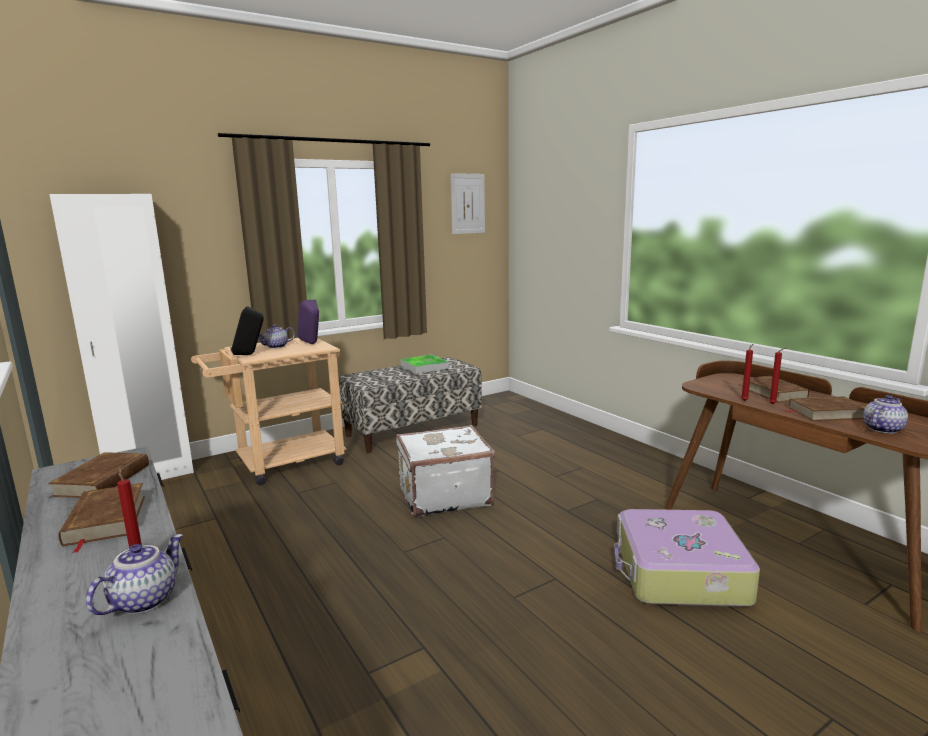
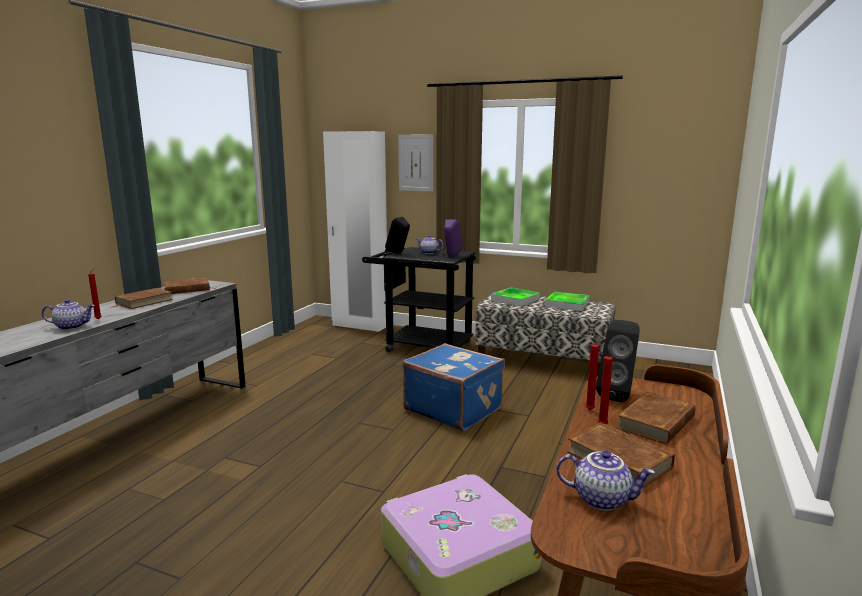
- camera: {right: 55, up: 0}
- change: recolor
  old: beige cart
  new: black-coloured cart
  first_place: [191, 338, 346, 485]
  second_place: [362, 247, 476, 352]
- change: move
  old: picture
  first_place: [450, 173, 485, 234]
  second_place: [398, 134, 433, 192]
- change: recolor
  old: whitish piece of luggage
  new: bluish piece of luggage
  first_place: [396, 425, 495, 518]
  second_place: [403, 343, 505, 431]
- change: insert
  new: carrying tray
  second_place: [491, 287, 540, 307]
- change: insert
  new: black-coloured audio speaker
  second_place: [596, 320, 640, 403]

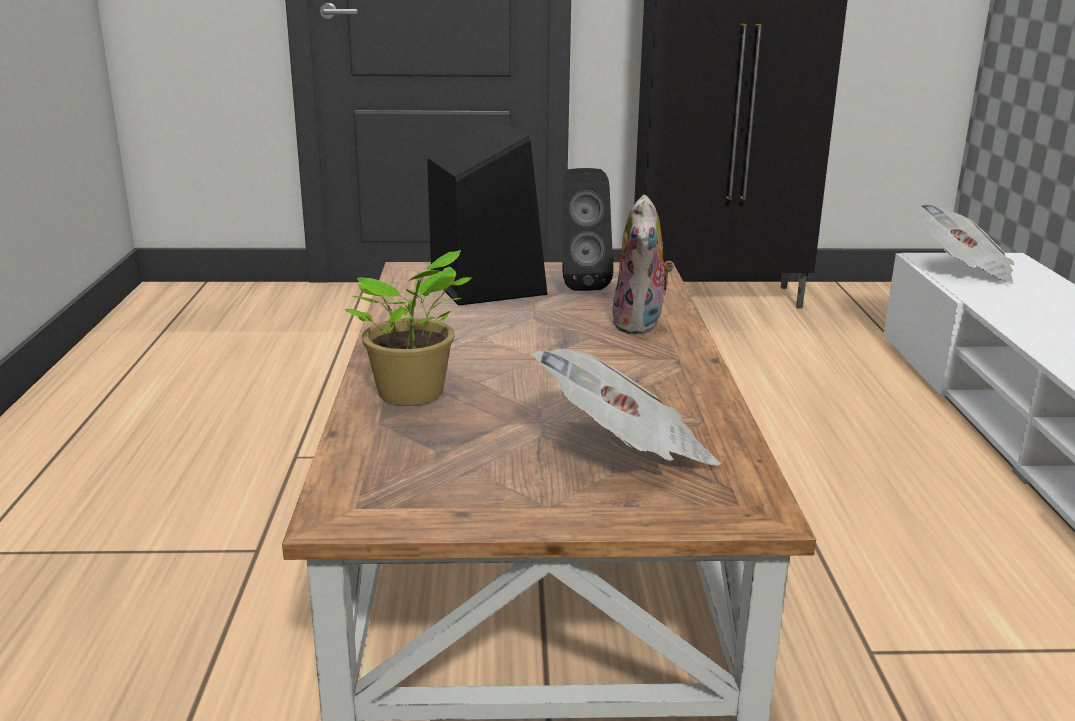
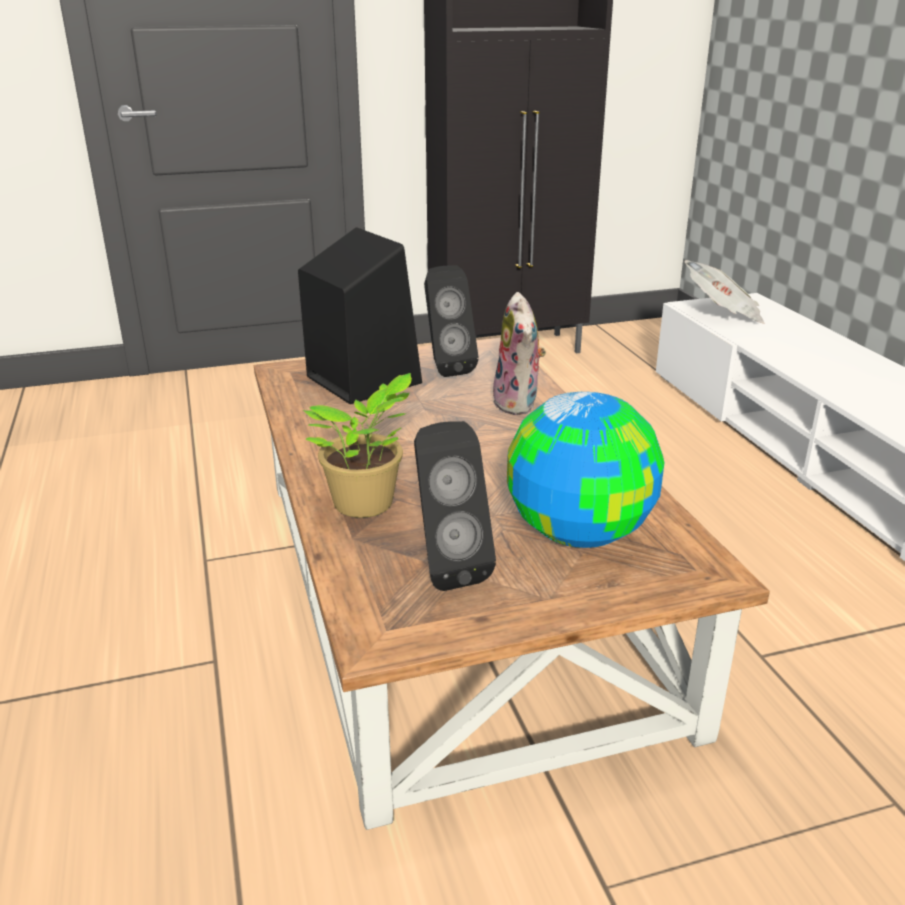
- camera: {right: -15, up: 5}
- change: insert
  new: black-coloured audio speaker
  second_place: [414, 421, 496, 591]
- change: replace
  old: daily paper
  new: desk globe
  first_place: [533, 348, 721, 466]
  second_place: [507, 392, 665, 548]

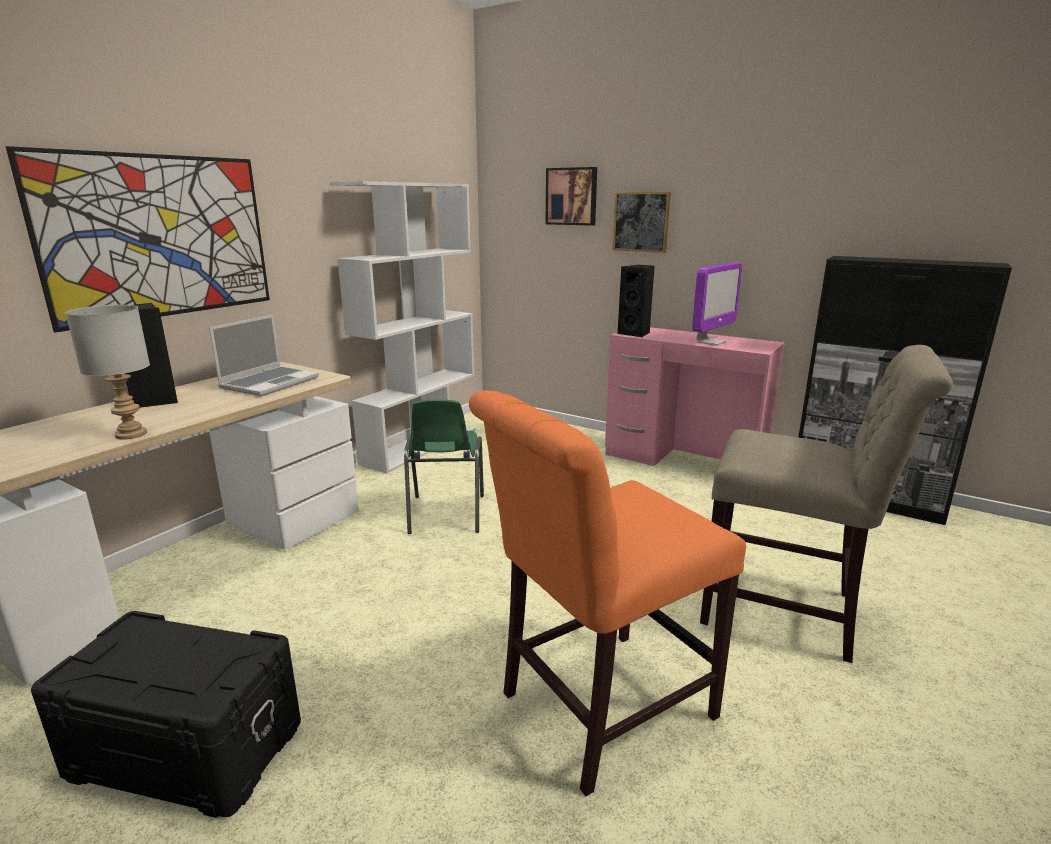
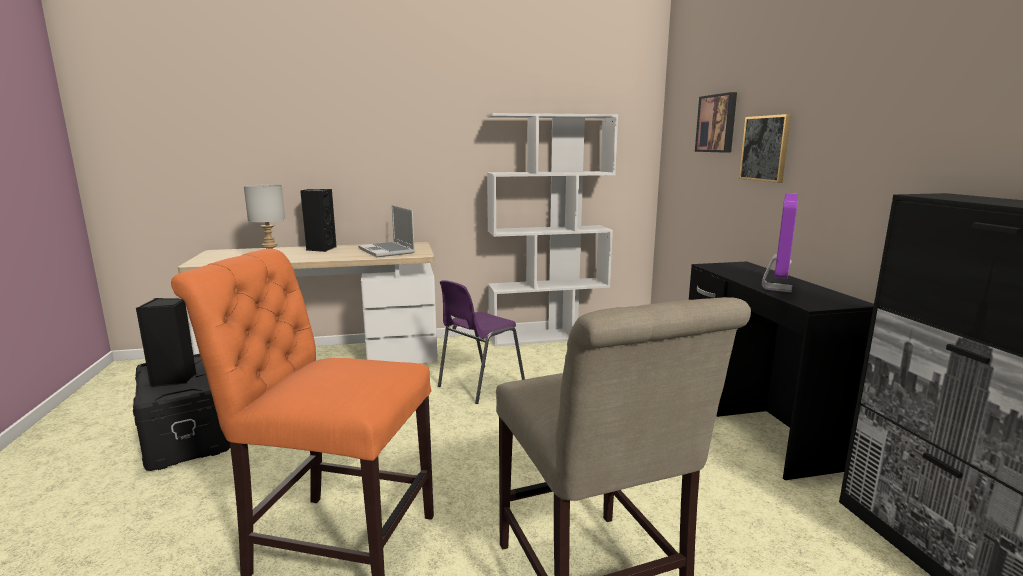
- camera: {right: 45, up: -5}
- change: move
  old: black-coloured audio speaker
  first_place: [617, 265, 654, 337]
  second_place: [136, 298, 197, 387]
- change: rotate
  old: portable computer
  first_place: [209, 315, 319, 396]
  second_place: [358, 205, 415, 257]
  degrees: 75
- change: recolor
  old: green plain chair
  new: purple-coloured plain chair
  first_place: [404, 400, 484, 534]
  second_place: [438, 280, 525, 404]
- change: recolor
  old: pinkish desk table
  new: black-coloured desk table
  first_place: [605, 327, 785, 466]
  second_place: [689, 261, 874, 480]
- change: rotate
  old: computer screen
  first_place: [692, 263, 742, 346]
  second_place: [762, 193, 798, 292]
  degrees: -60
- change: delete
  old: picture
  first_place: [6, 146, 270, 333]

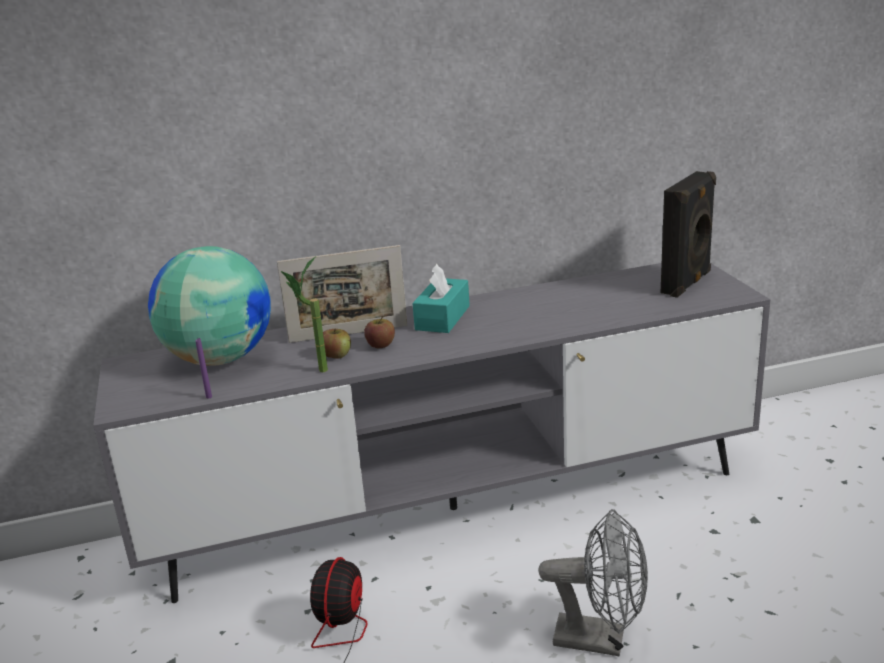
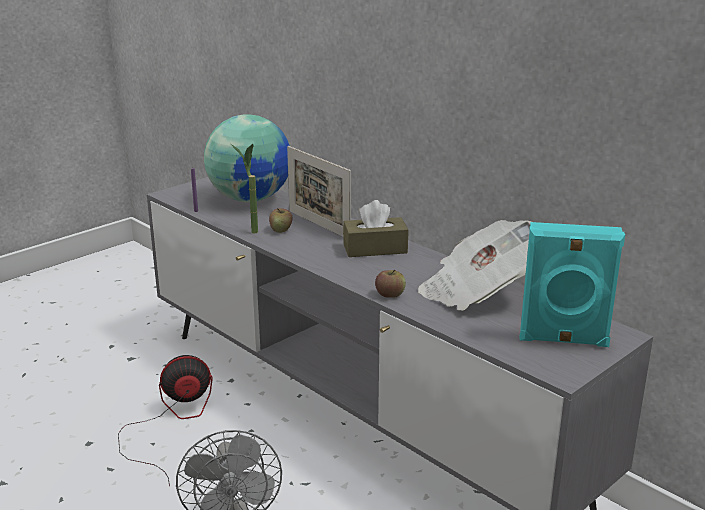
- camera: {right: 60, up: 0}
- change: recolor
  old: blue-green tissue box
  new: brown-coloured tissue box
  first_place: [412, 264, 470, 333]
  second_place: [343, 200, 408, 257]
- change: move
  old: apple fruit
  first_place: [364, 316, 395, 348]
  second_place: [375, 270, 406, 298]
- change: insert
  new: daily paper
  second_place: [418, 220, 532, 311]
- change: recolor
  old: black-coloured audio speaker
  new: blue-green audio speaker
  first_place: [660, 171, 716, 298]
  second_place: [520, 222, 625, 347]

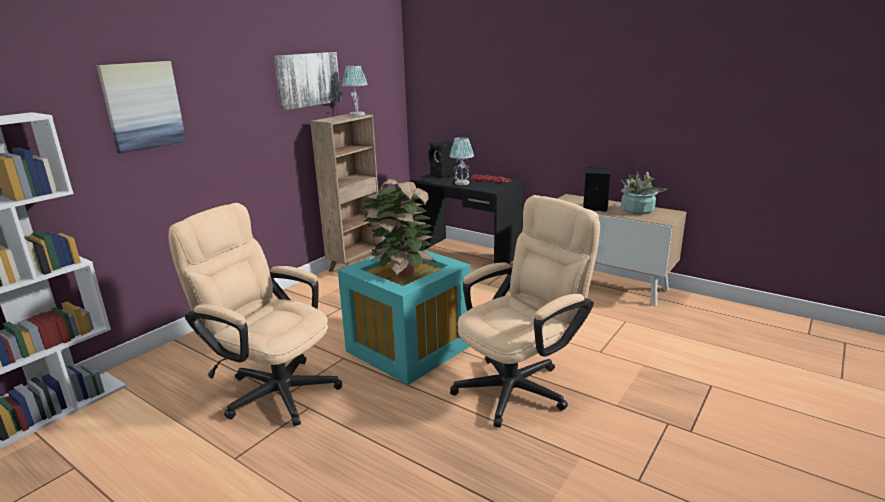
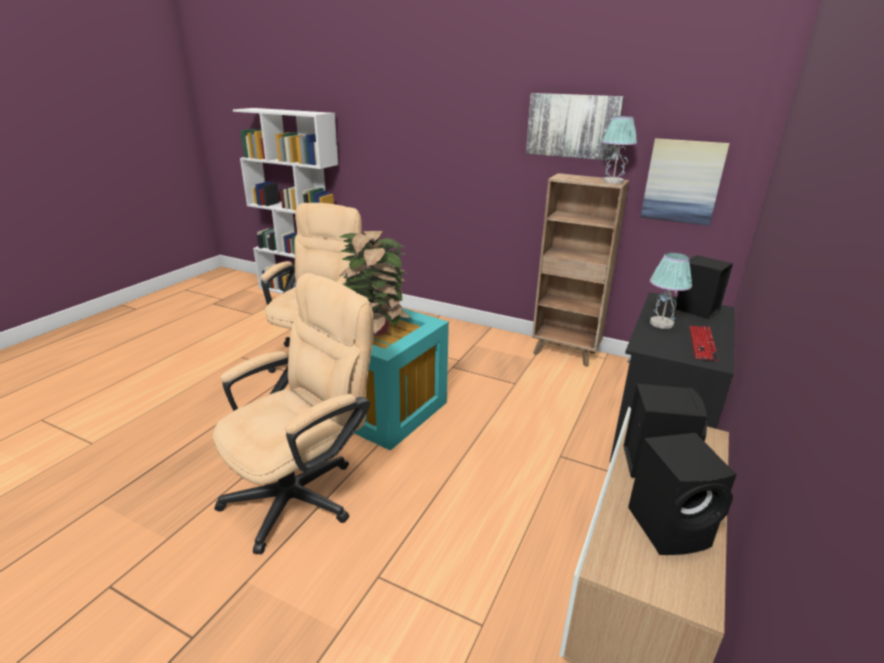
- camera: {right: 80, up: 5}
- change: rotate
  old: beige computer chair
  first_place: [450, 195, 600, 427]
  second_place: [213, 273, 374, 554]
  degrees: -90
- change: replace
  old: plant in a pot
  new: black-coloured audio speaker
  first_place: [621, 171, 667, 215]
  second_place: [628, 433, 737, 555]
- change: move
  old: picture
  first_place: [96, 61, 186, 154]
  second_place: [641, 138, 730, 226]

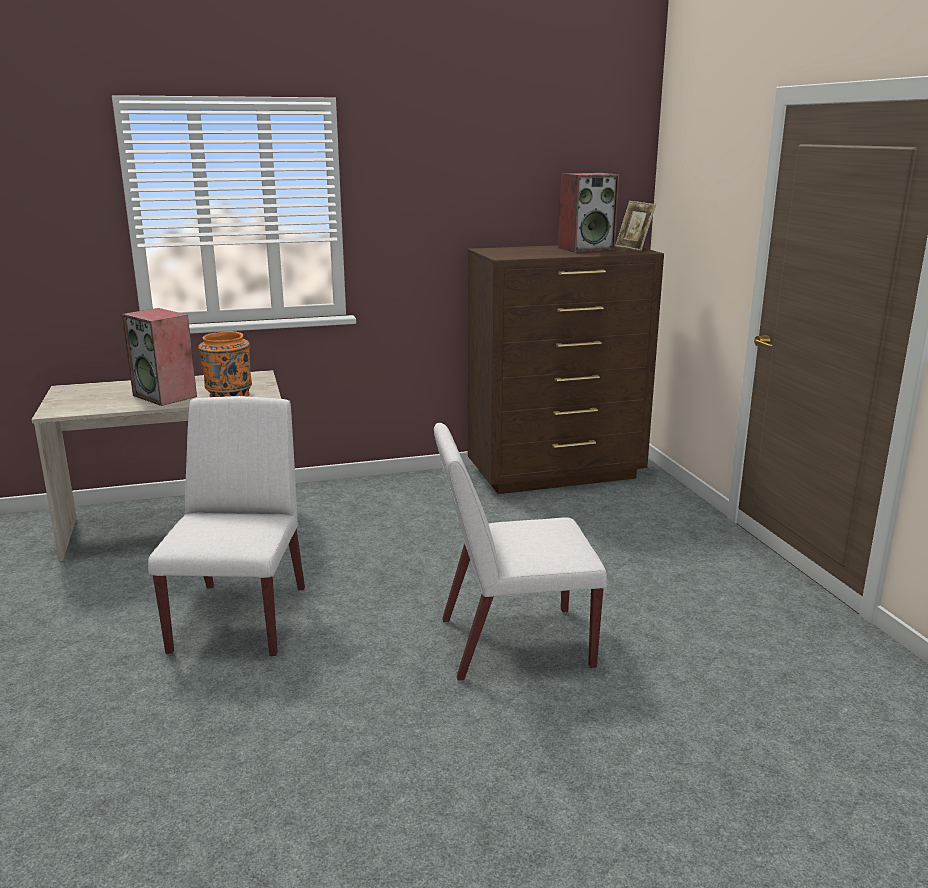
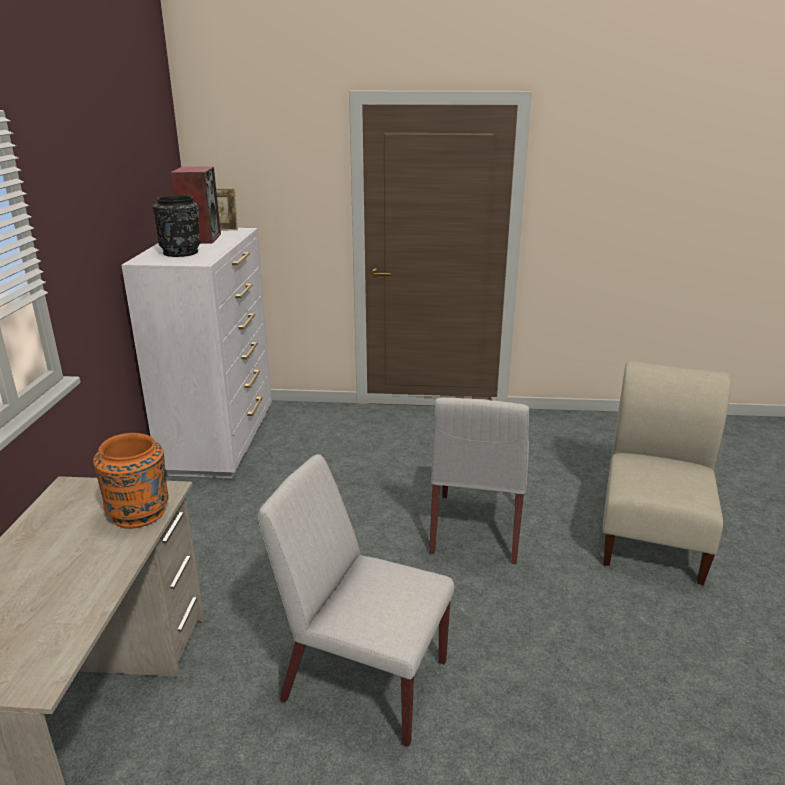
- camera: {right: -70, up: 5}
- change: recolor
  old: brown-coloured drawer chest
  new: whitish drawer chest
  first_place: [468, 243, 664, 494]
  second_place: [121, 228, 272, 478]
- change: insert
  new: black-coloured decorative vase
  second_place: [153, 195, 201, 257]
- change: insert
  new: beige plain chair
  second_place: [602, 361, 731, 585]
- change: delete
  old: audio speaker
  first_place: [122, 308, 197, 406]

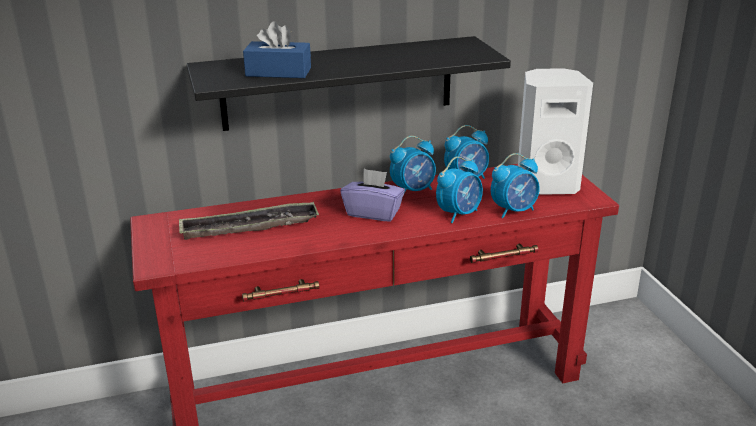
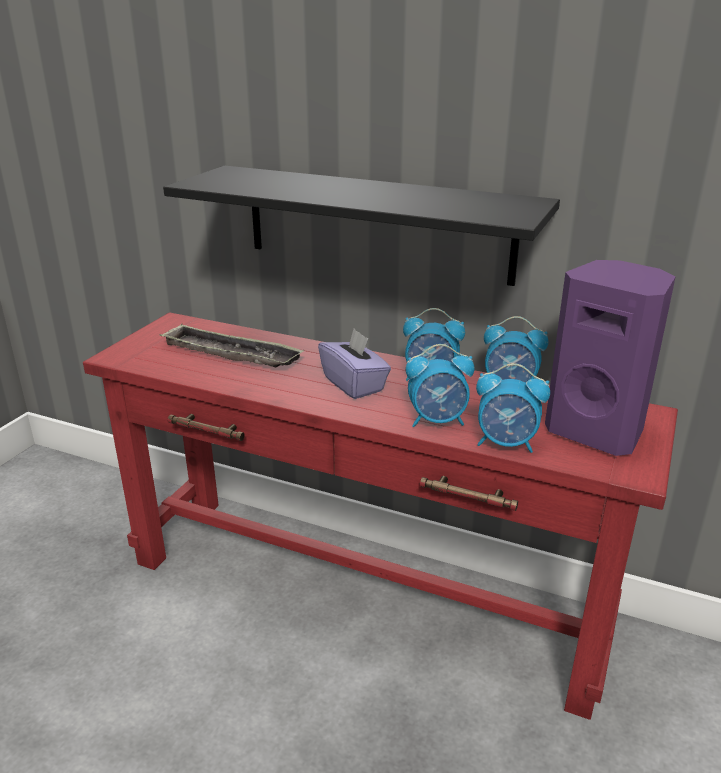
- camera: {right: 40, up: 0}
- change: recolor
  old: whitish audio speaker
  new: purple-coloured audio speaker
  first_place: [518, 68, 593, 195]
  second_place: [545, 260, 675, 456]
- change: delete
  old: bluish tissue box
  first_place: [243, 21, 311, 78]

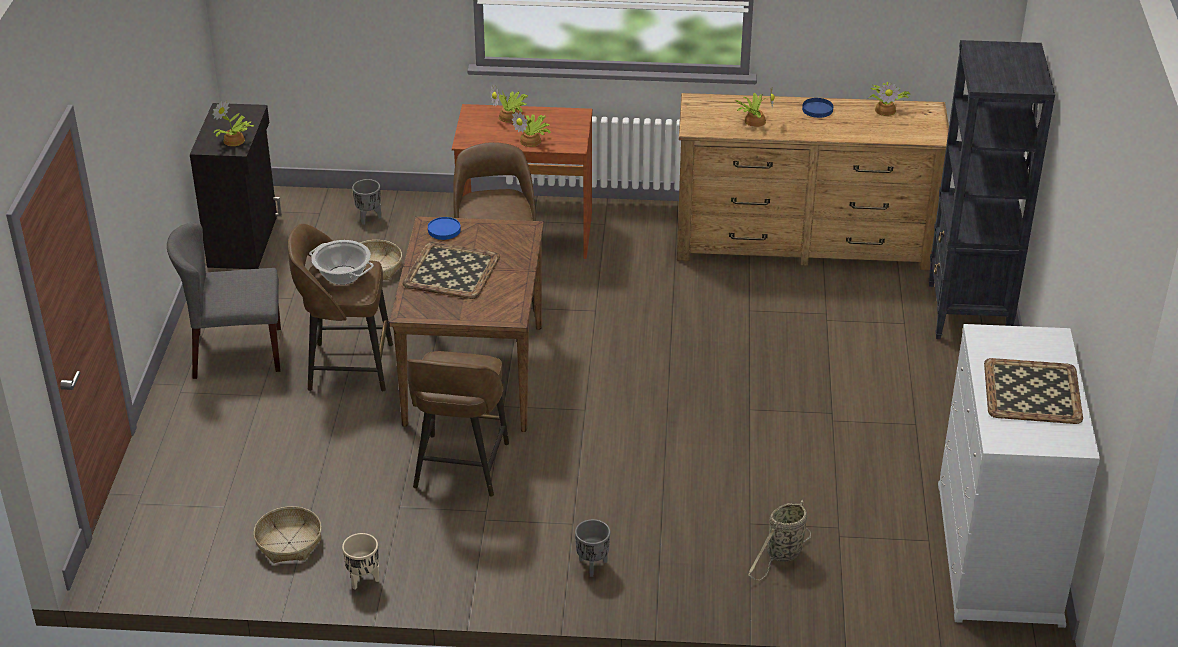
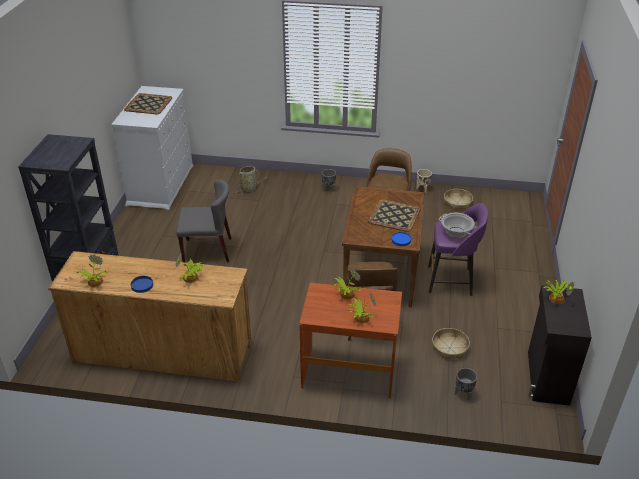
- camera: {right: -175, up: 0}
- change: move
  old: greyish plain chair
  first_place: [167, 223, 281, 379]
  second_place: [176, 179, 231, 262]
- change: recolor
  old: brown-coloured stool seat
  new: purple-coloured stool seat
  first_place: [288, 224, 393, 392]
  second_place: [428, 203, 488, 296]

